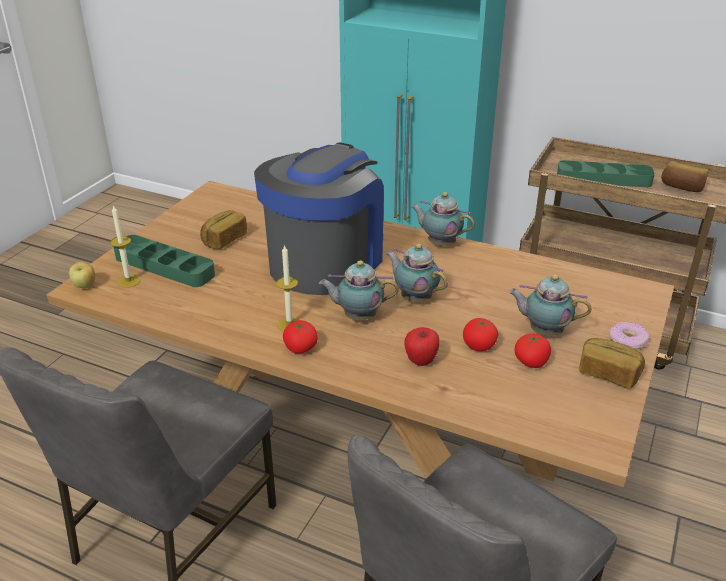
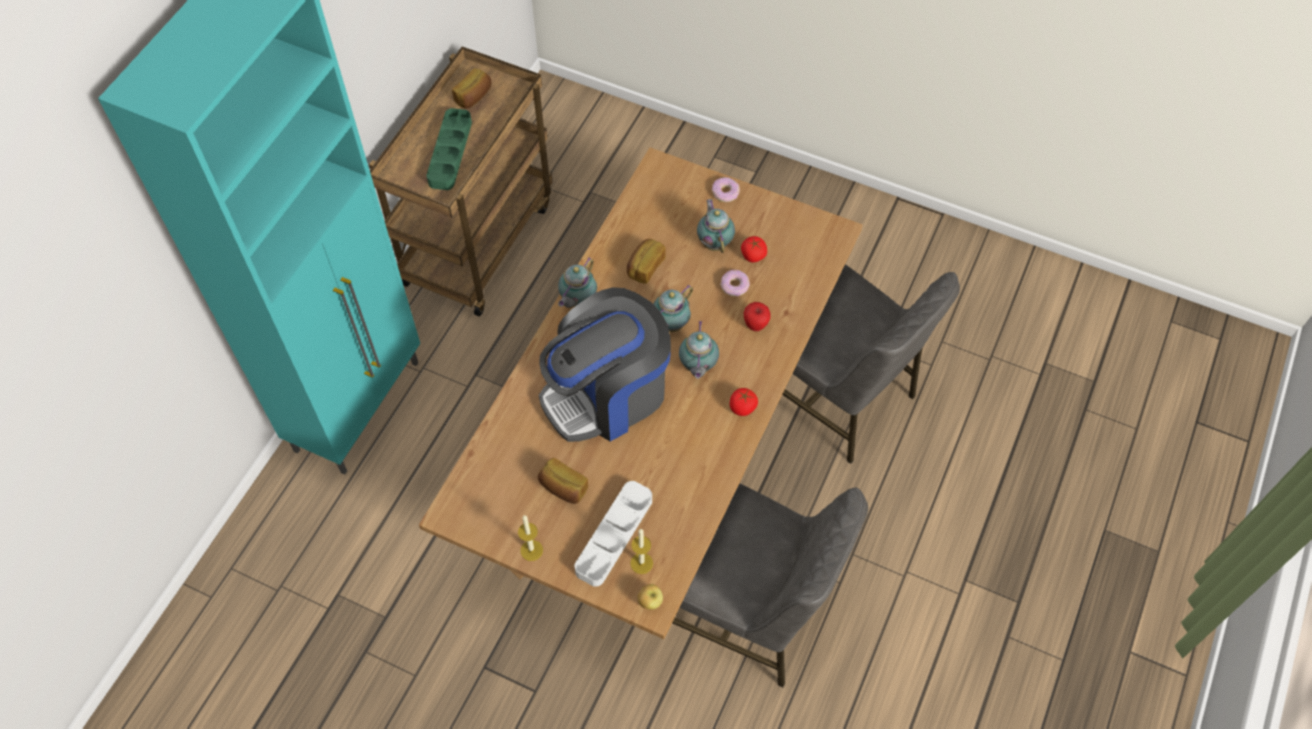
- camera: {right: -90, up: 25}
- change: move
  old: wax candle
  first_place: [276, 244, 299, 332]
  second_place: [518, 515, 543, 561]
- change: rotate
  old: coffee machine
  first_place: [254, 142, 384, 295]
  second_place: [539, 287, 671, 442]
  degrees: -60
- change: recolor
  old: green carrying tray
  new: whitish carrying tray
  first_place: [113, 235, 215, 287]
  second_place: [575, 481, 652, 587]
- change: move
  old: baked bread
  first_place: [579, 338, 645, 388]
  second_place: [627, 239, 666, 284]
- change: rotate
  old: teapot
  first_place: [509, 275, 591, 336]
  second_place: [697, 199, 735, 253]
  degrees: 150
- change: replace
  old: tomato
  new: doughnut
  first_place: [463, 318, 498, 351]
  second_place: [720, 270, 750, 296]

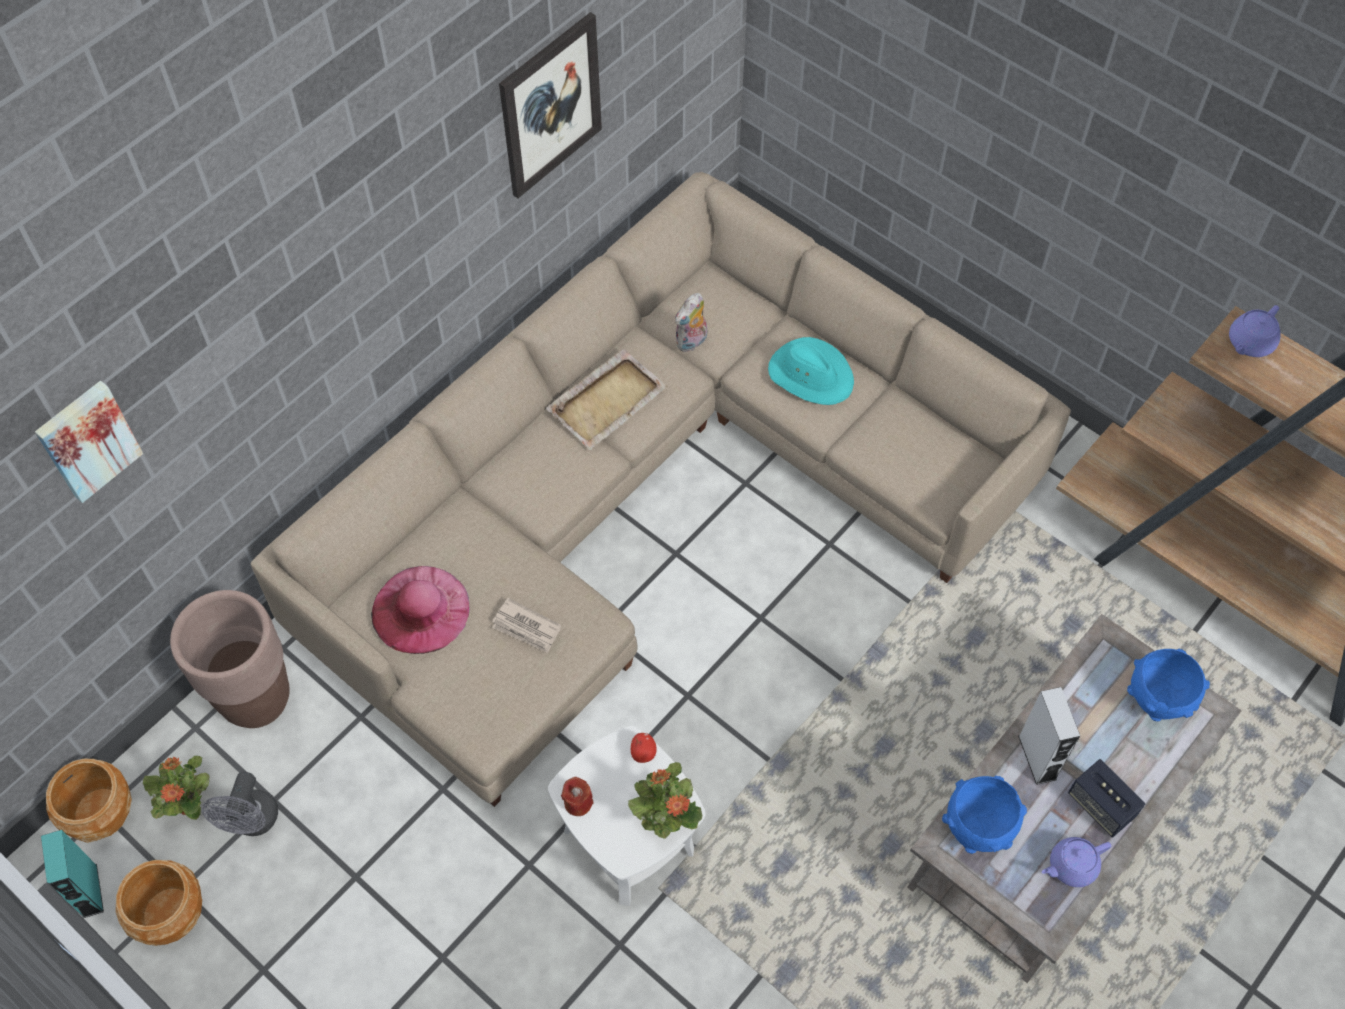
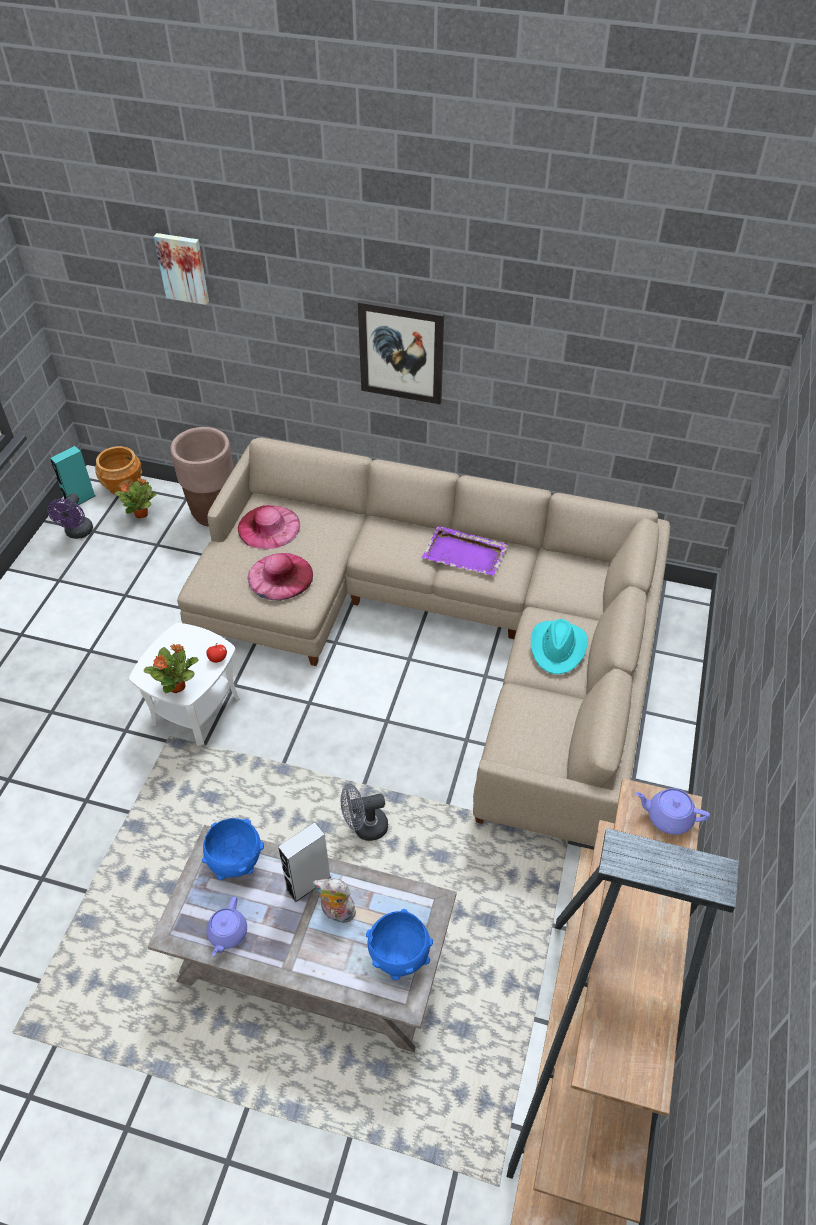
- camera: {right: 65, up: -10}
- change: replace
  old: brown-coloured planter
  new: purple-coloured fan
  first_place: [116, 860, 202, 946]
  second_place: [47, 493, 93, 539]
- change: rotate
  old: purple-coloured teapot
  first_place: [1042, 837, 1111, 887]
  second_place: [206, 897, 247, 956]
  degrees: -120
- change: replace
  old: daily paper
  new: pinkish wearable hat
  first_place: [492, 598, 561, 653]
  second_place: [248, 553, 313, 601]
- change: move
  old: plush toy
  first_place: [675, 293, 707, 352]
  second_place: [313, 878, 360, 926]
- change: move
  old: greyish fan
  first_place: [202, 772, 278, 836]
  second_place: [341, 784, 388, 841]
- change: move
  old: picture
  first_place: [499, 12, 602, 198]
  second_place: [358, 300, 444, 404]
- change: recolor
  old: beige carrying tray
  new: purple-coloured carrying tray
  first_place: [546, 348, 667, 450]
  second_place: [422, 526, 508, 576]
- change: delete
  old: reddish wax candle
  first_place: [561, 777, 593, 816]
- change: delete
  old: audio speaker
  first_place: [1068, 759, 1145, 837]

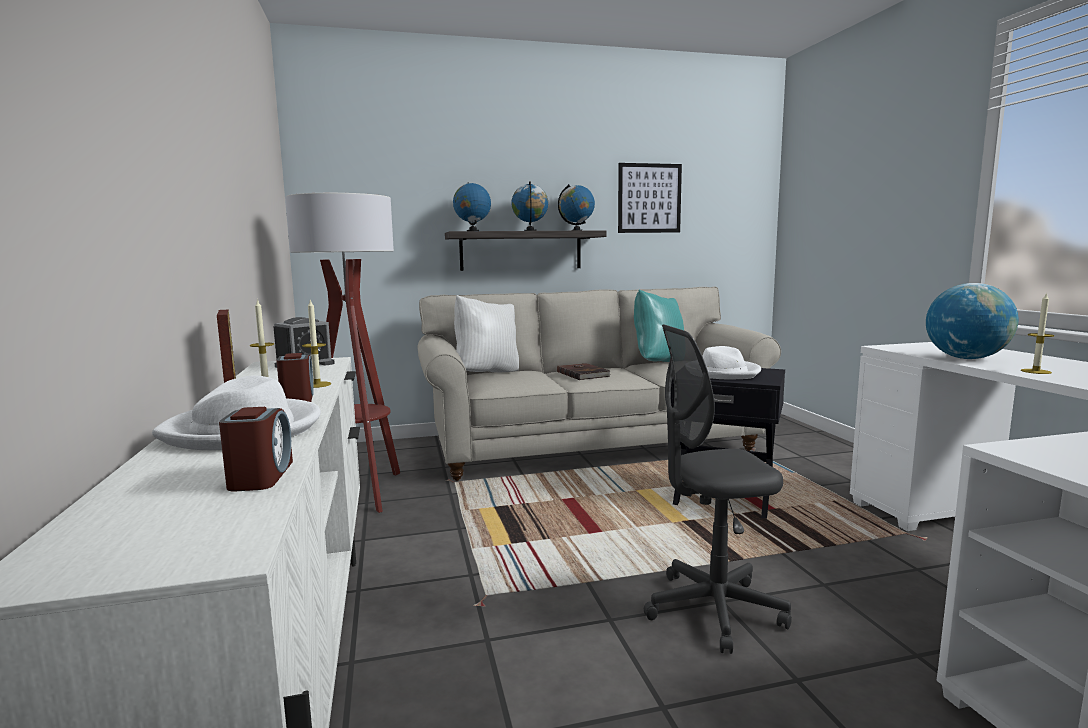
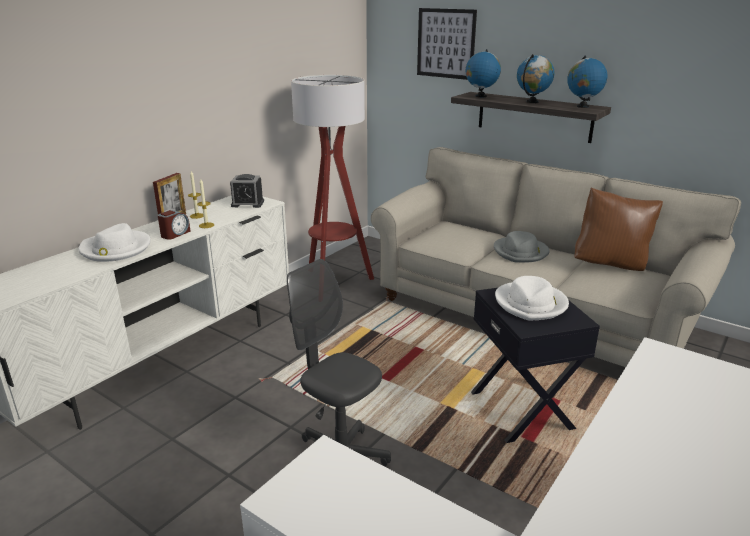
- camera: {right: 50, up: 15}
- change: move
  old: picture
  first_place: [618, 163, 682, 233]
  second_place: [417, 8, 477, 80]
- change: replace
  old: brown-coloured bound book
  new: greyish wearable hat
  first_place: [557, 363, 611, 380]
  second_place: [494, 231, 549, 263]
- change: recolor
  old: blue-green cushion
  new: brown-coloured cushion
  first_place: [634, 289, 684, 362]
  second_place: [575, 187, 663, 271]
- change: delete
  old: alarm clock
  first_place: [219, 407, 293, 492]
- change: delete
  old: whitish cushion
  first_place: [454, 295, 519, 373]
- change: delete
  old: desk globe
  first_place: [926, 283, 1019, 359]
- change: delete
  old: wax candle
  first_place: [1021, 292, 1055, 374]

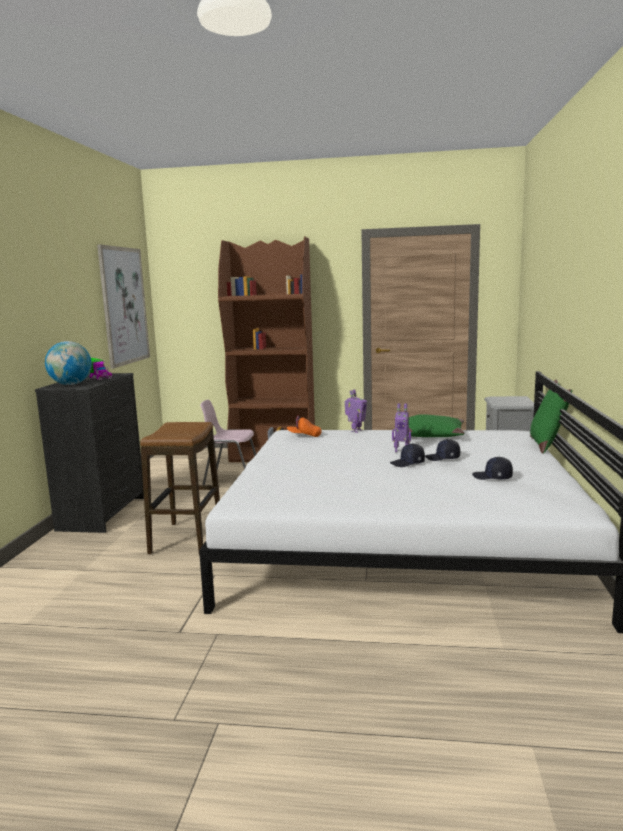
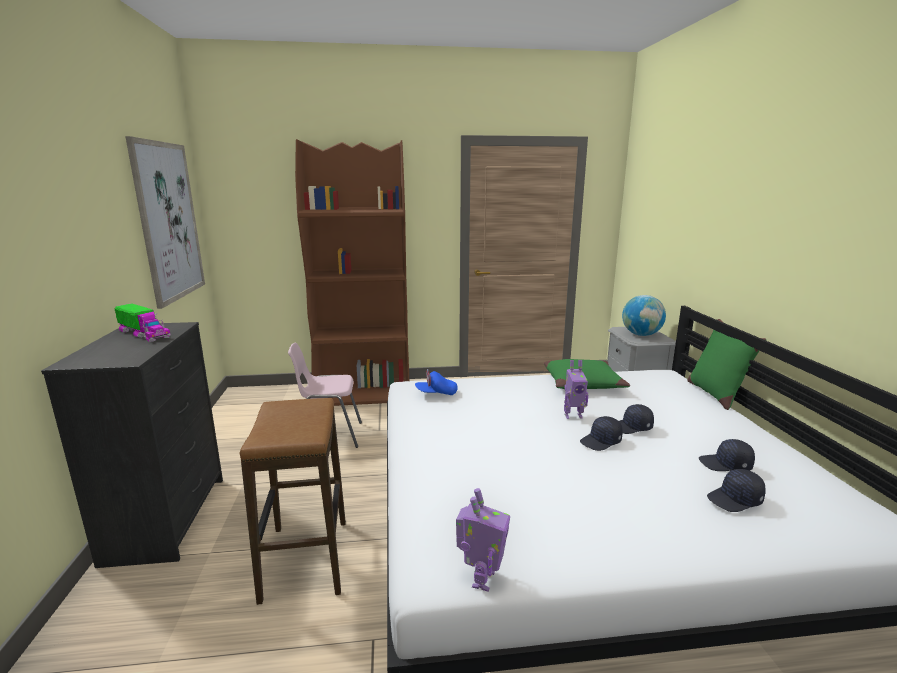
- camera: {right: -15, up: 5}
- change: recolor
  old: orange baseball cap
  new: bluish baseball cap
  first_place: [287, 416, 322, 437]
  second_place: [415, 369, 458, 395]
- change: move
  old: robot figure
  first_place: [345, 389, 367, 433]
  second_place: [456, 488, 510, 592]
- change: move
  old: desk globe
  first_place: [45, 341, 92, 385]
  second_place: [622, 295, 666, 336]
- change: insert
  new: black-coloured baseball cap
  second_place: [707, 469, 766, 512]

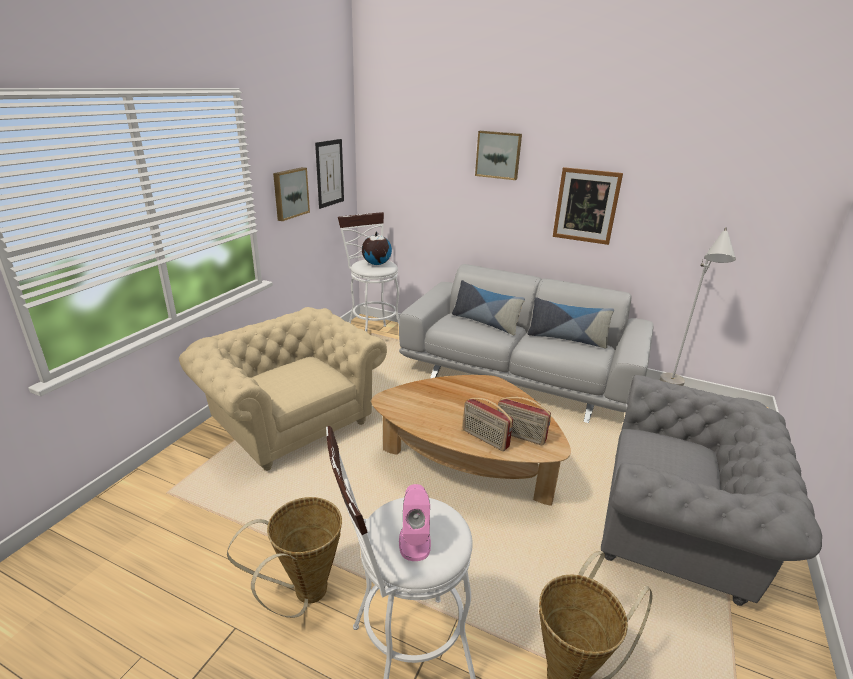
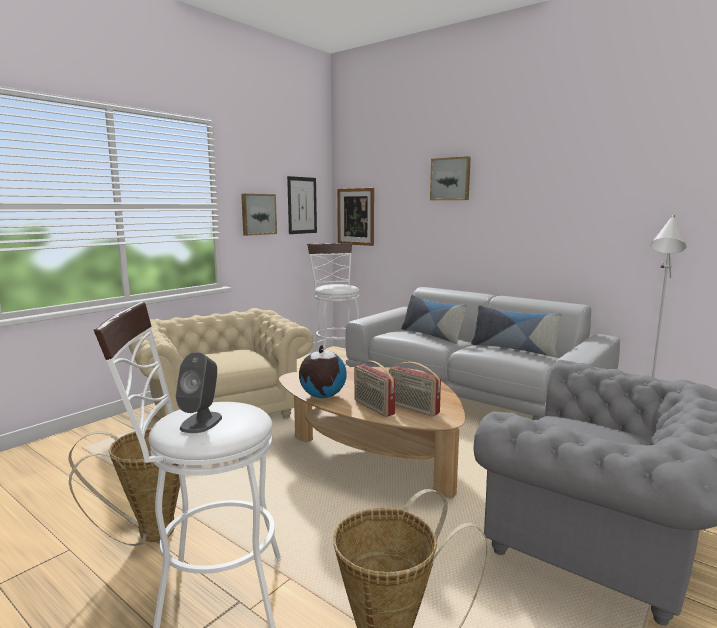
- camera: {right: 15, up: -15}
- change: recolor
  old: pinkish audio speaker
  new: greyish audio speaker
  first_place: [399, 484, 431, 561]
  second_place: [176, 352, 222, 433]
- change: move
  old: desk globe
  first_place: [362, 232, 392, 265]
  second_place: [299, 345, 347, 398]
- change: move
  old: picture
  first_place: [553, 167, 623, 245]
  second_place: [337, 188, 374, 246]

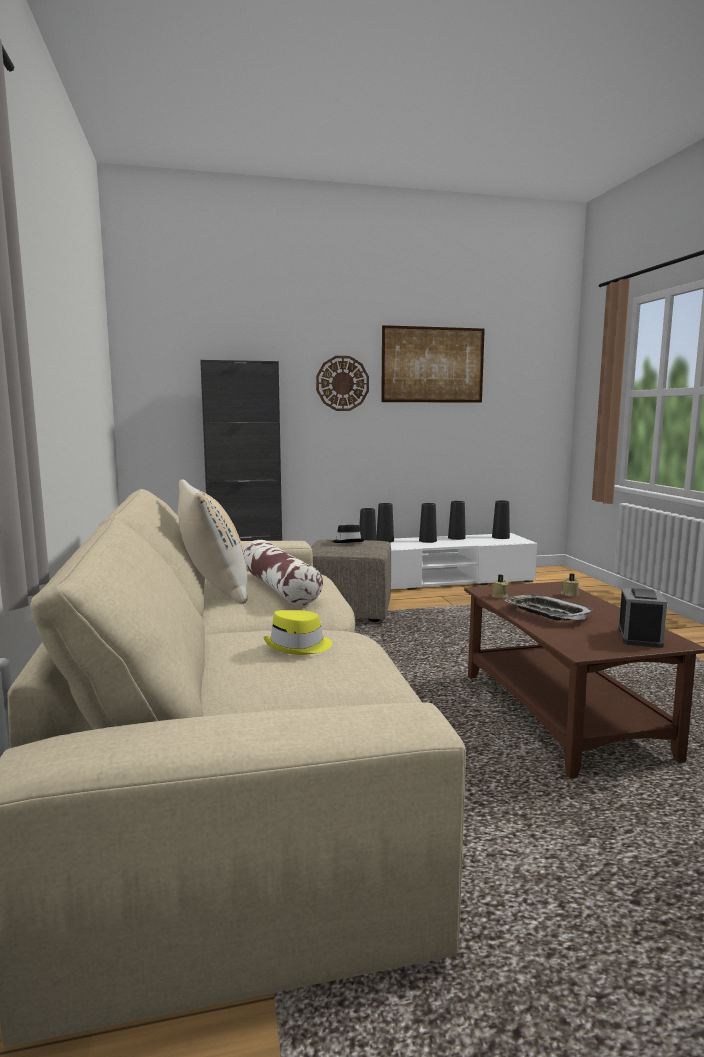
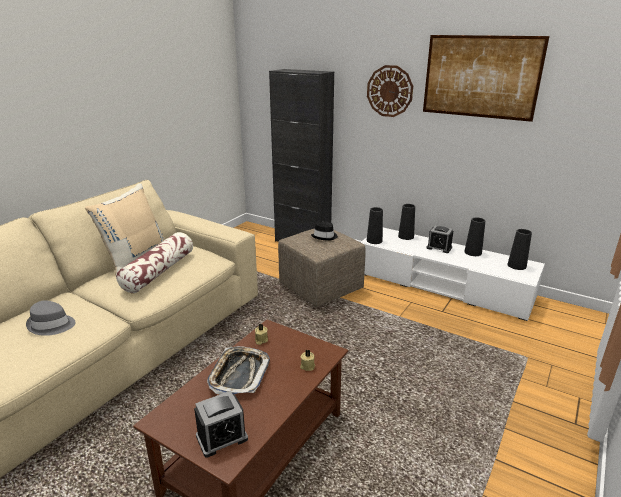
- camera: {right: 45, up: 15}
- change: recolor
  old: yellow wearable hat
  new: greyish wearable hat
  first_place: [263, 610, 332, 655]
  second_place: [26, 300, 76, 336]
- change: replace
  old: black-coloured decorative vase
  new: alarm clock
  first_place: [419, 503, 437, 543]
  second_place: [427, 226, 453, 253]

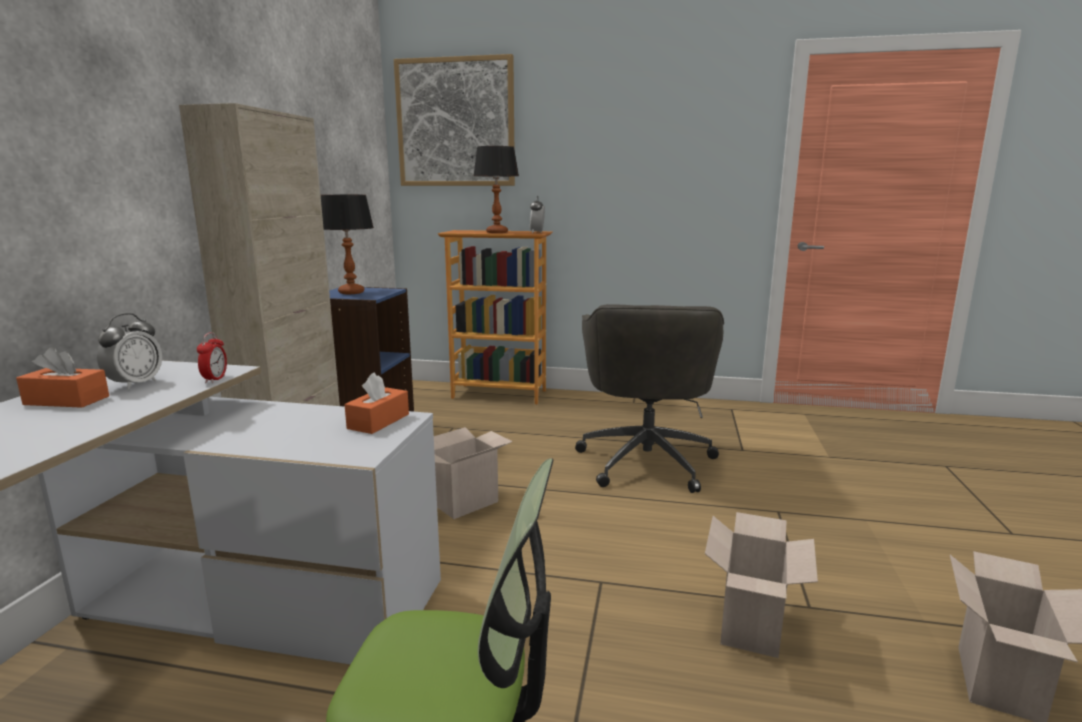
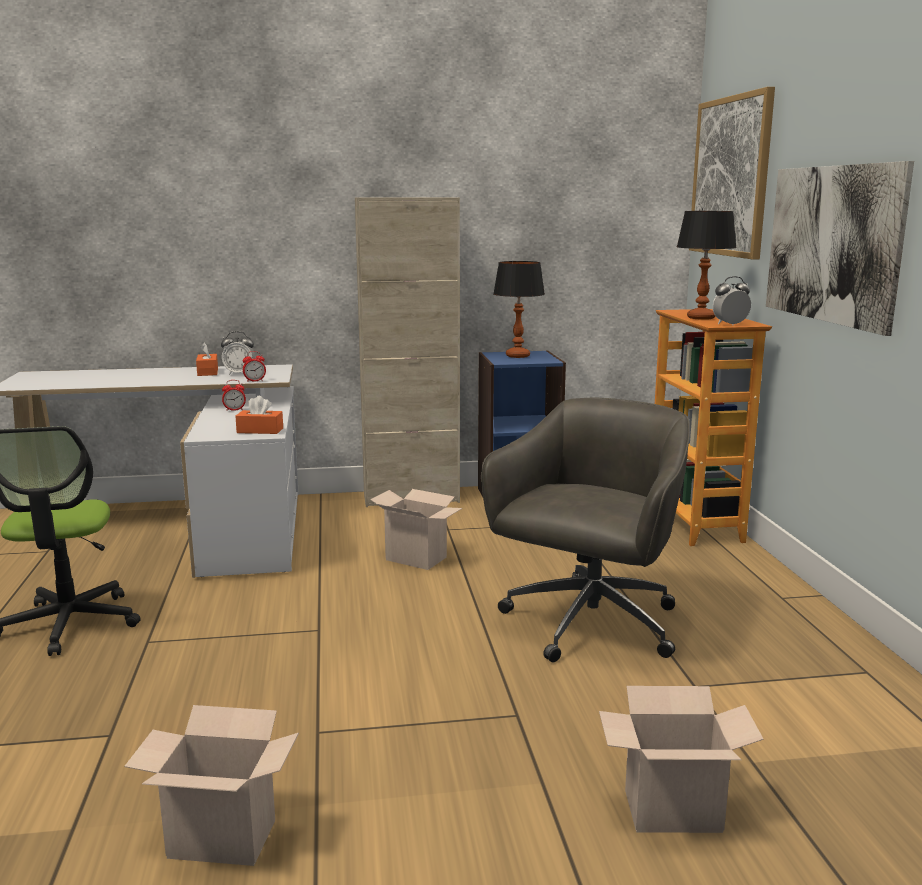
- camera: {right: 70, up: 0}
- change: insert
  new: alarm clock
  second_place: [222, 380, 246, 411]
- change: rotate
  old: greyish computer chair
  first_place: [575, 304, 724, 493]
  second_place: [481, 398, 690, 662]
  degrees: 135
- change: move
  old: carton
  first_place: [705, 512, 818, 658]
  second_place: [599, 686, 764, 833]
- change: insert
  new: picture
  second_place: [766, 161, 914, 336]

